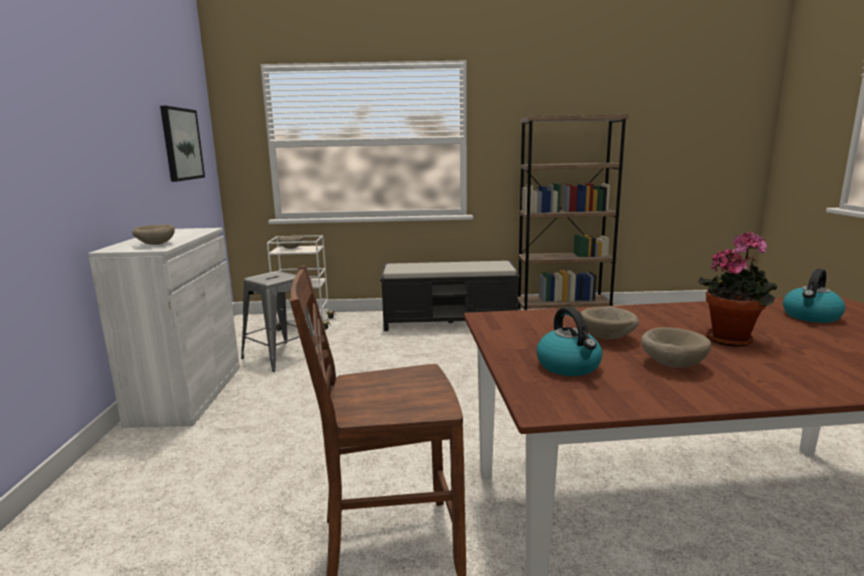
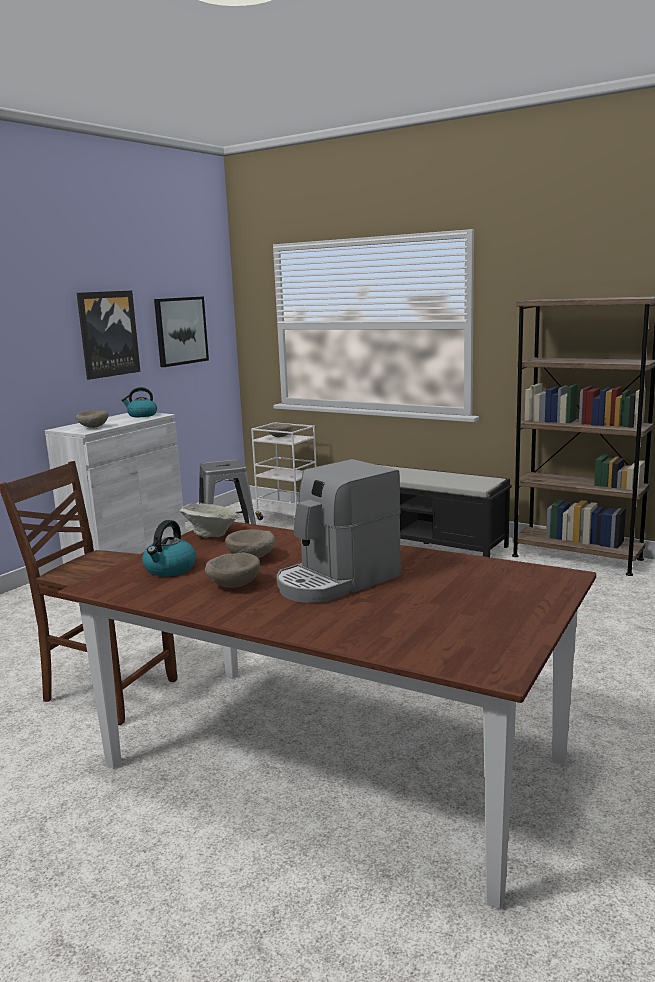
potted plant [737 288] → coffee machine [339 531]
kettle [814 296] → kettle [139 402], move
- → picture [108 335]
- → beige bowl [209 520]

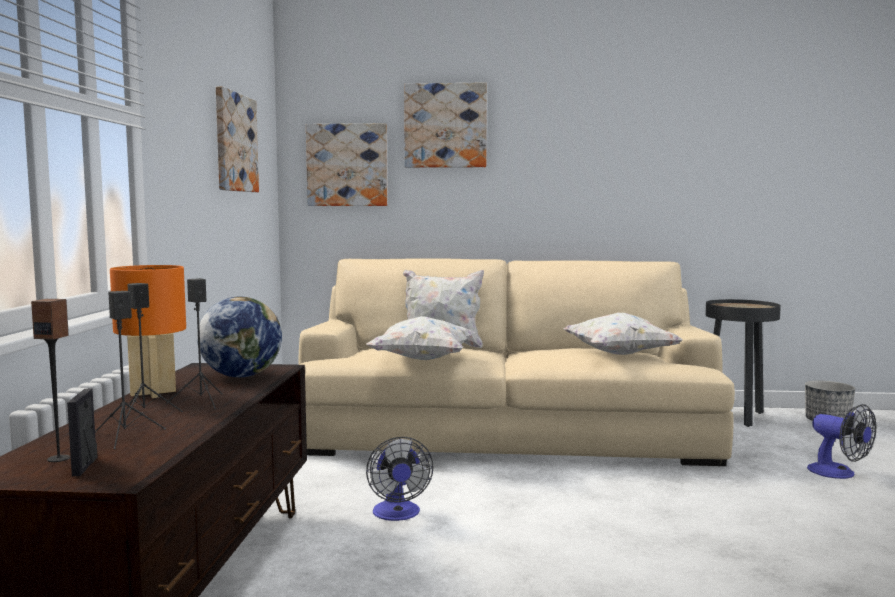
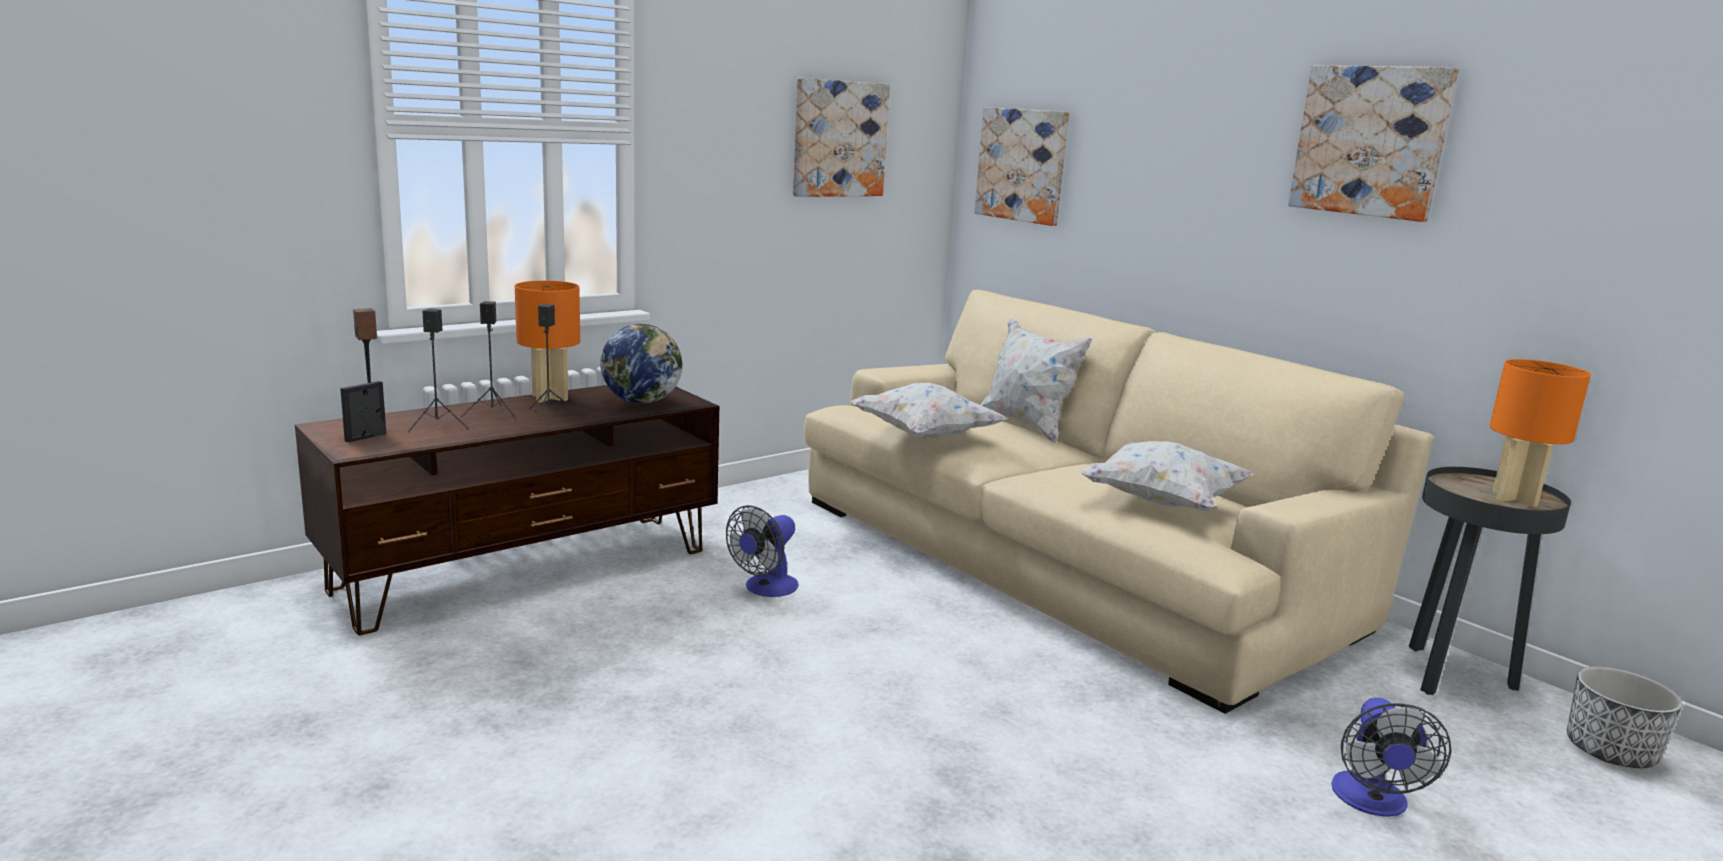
picture [445 125] → picture [1373 143], move
- → orange table lamp [1540 433]

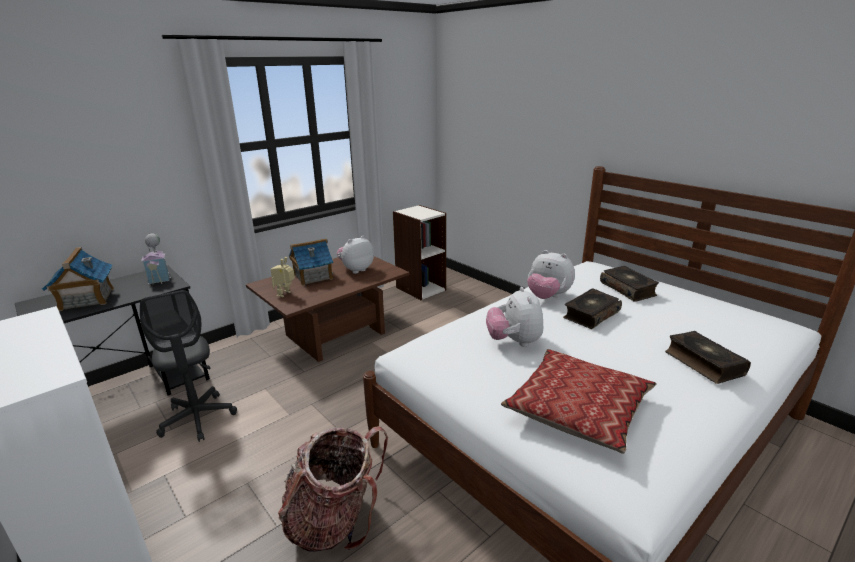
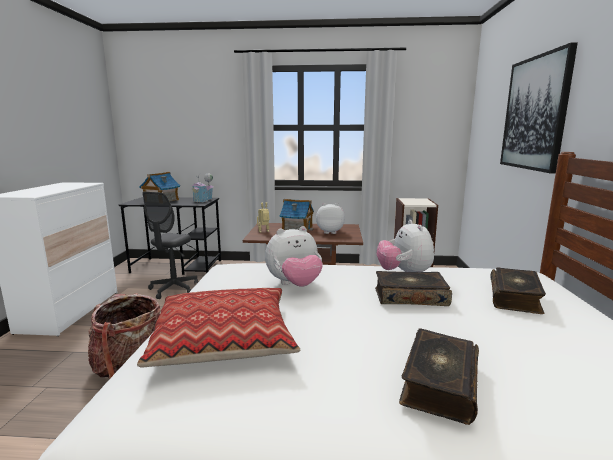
plush toy [514 317] → plush toy [294 256], 150 degrees counterclockwise
- → picture [539 108]

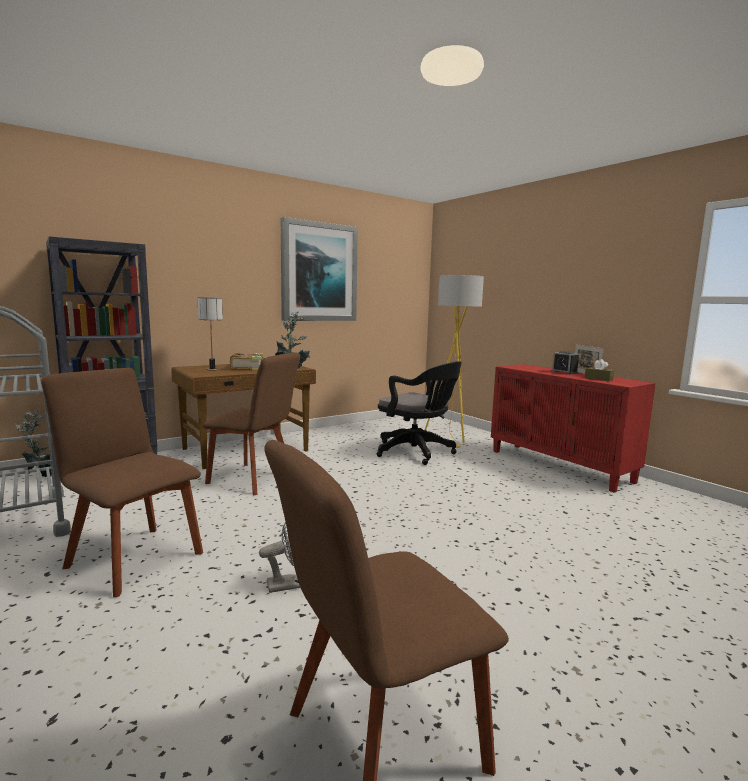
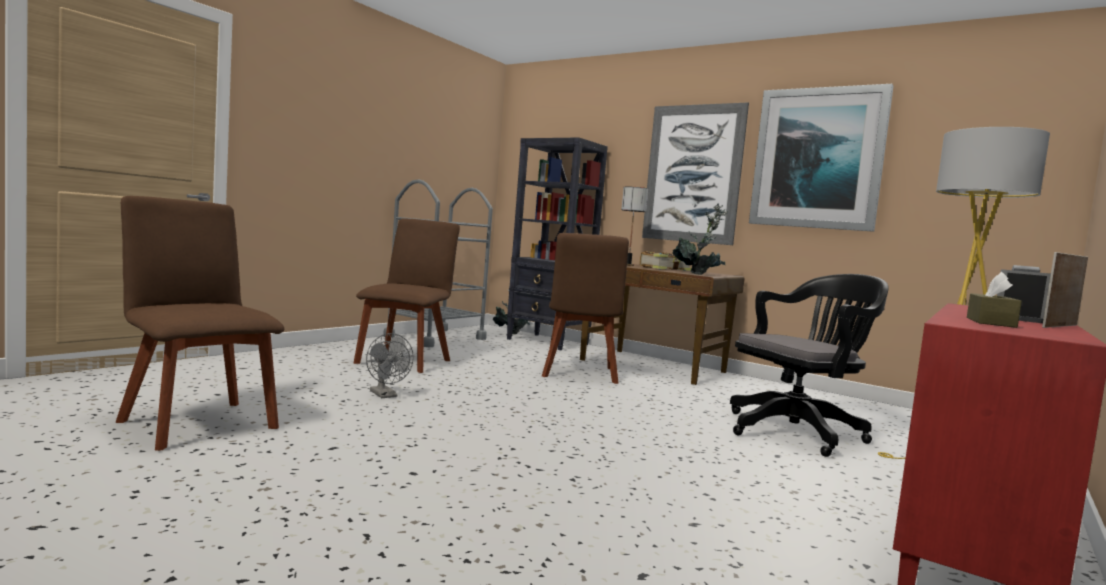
black office chair [419 413] → black office chair [809 365], 135 degrees counterclockwise
- → picture [695 174]

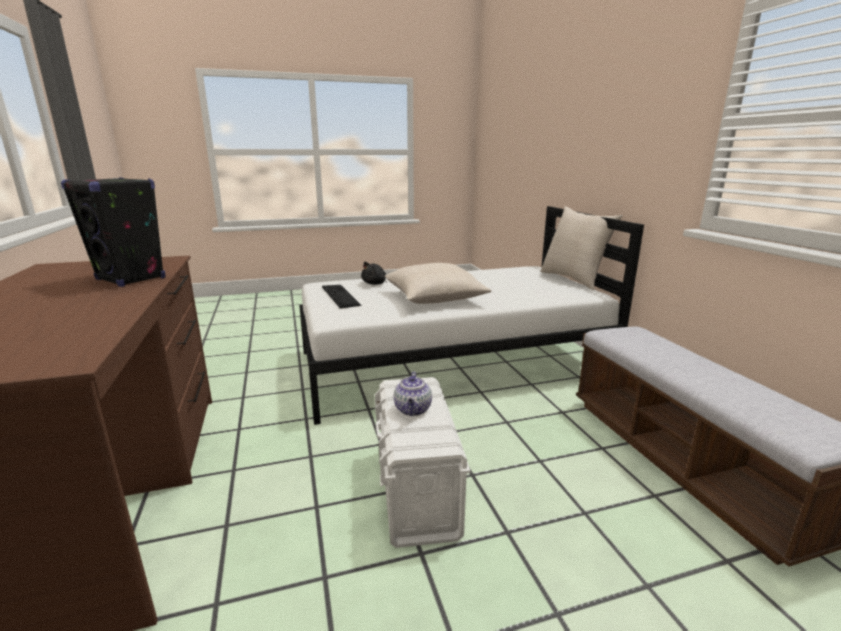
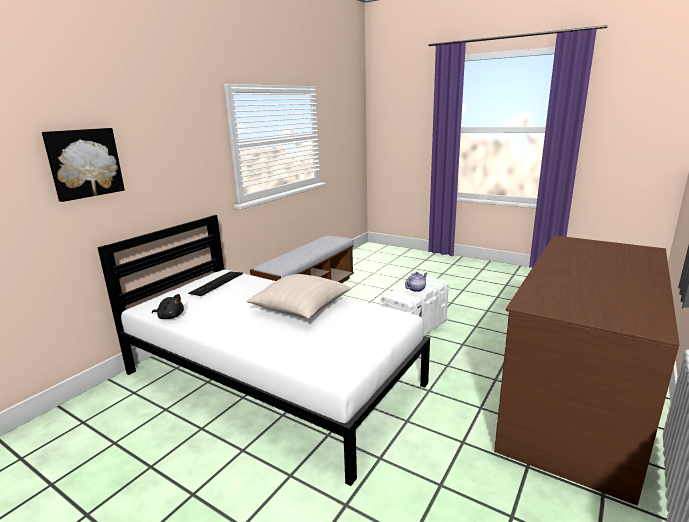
black speaker [113 232] → -
keyboard [342 296] → keyboard [215 283], move
black plush toy [374 273] → black plush toy [168 306], move
beige pillow [581 248] → -
- → picture [83 165]

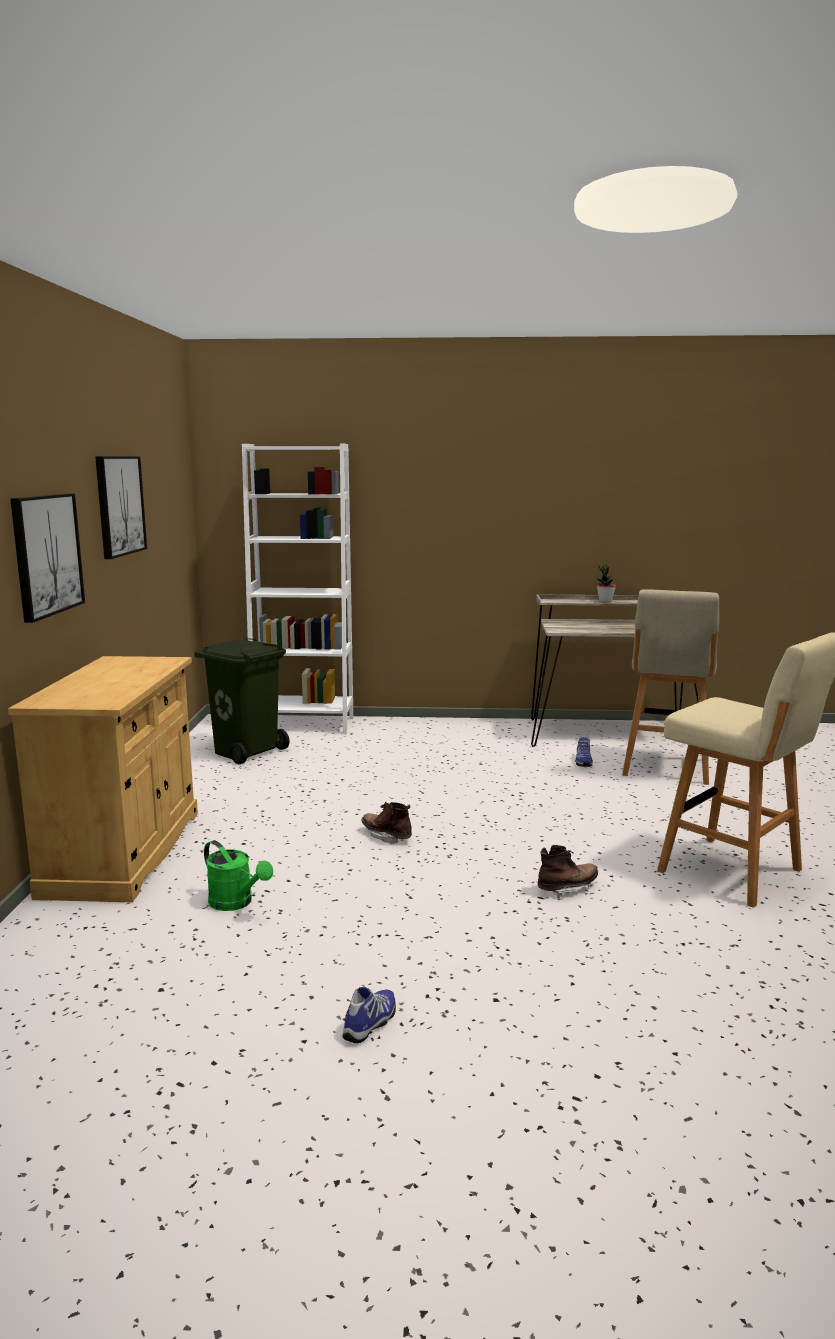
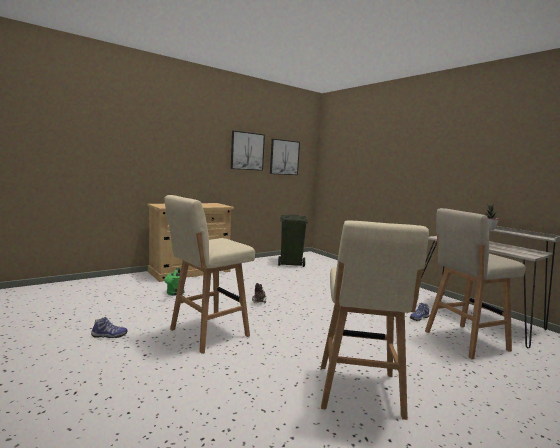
picture [47 558] → picture [285 157], move
white bookcase [297 589] → -
brown boot [568 872] → -
- → beige stool [210 274]

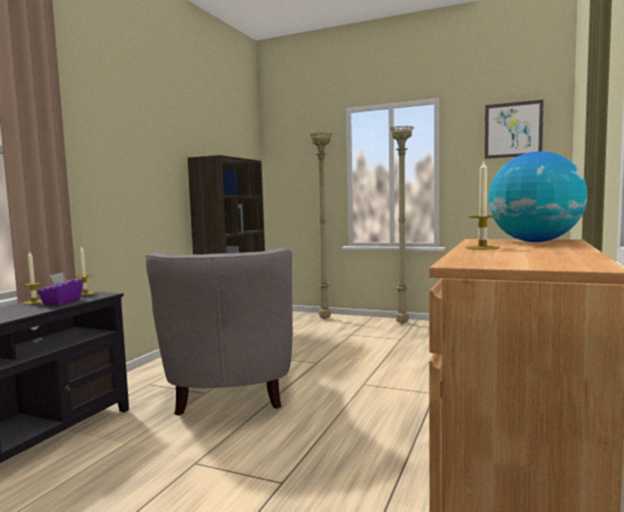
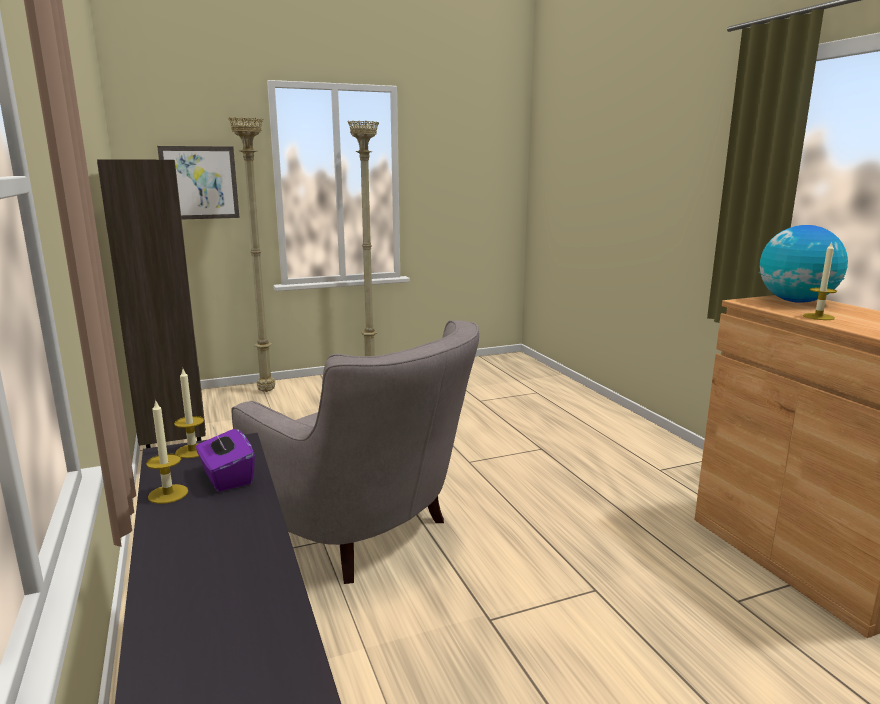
picture [514 129] → picture [198 182], move

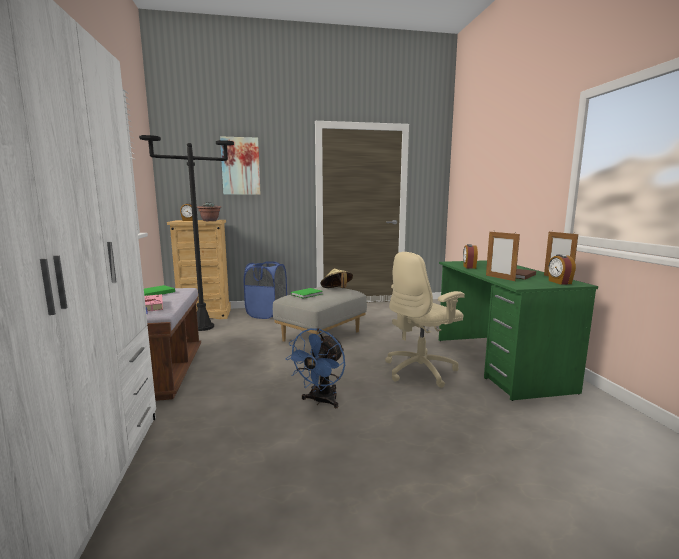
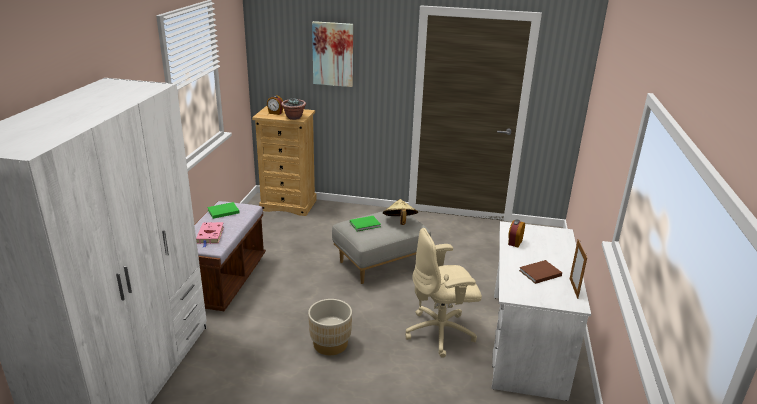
black floor lamp [186 233] → -
blue laundry basket [265 290] → -
blue fan [315 368] → beige planter [330 327]
green desk [518 330] → white desk [541 311]
picture frame [503 256] → -
alarm clock [562 269] → -

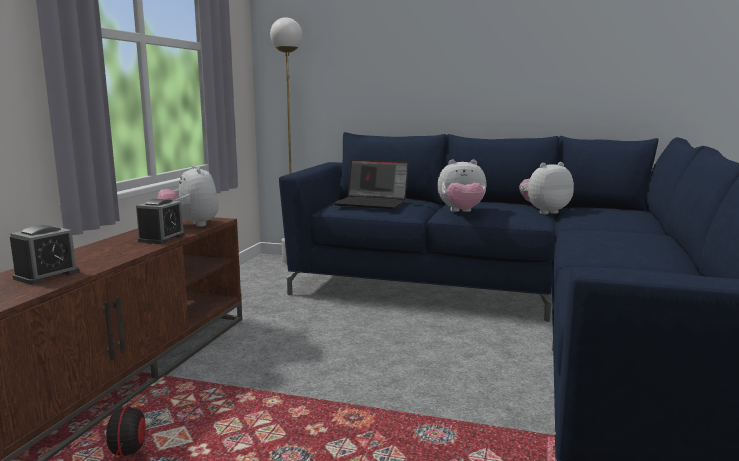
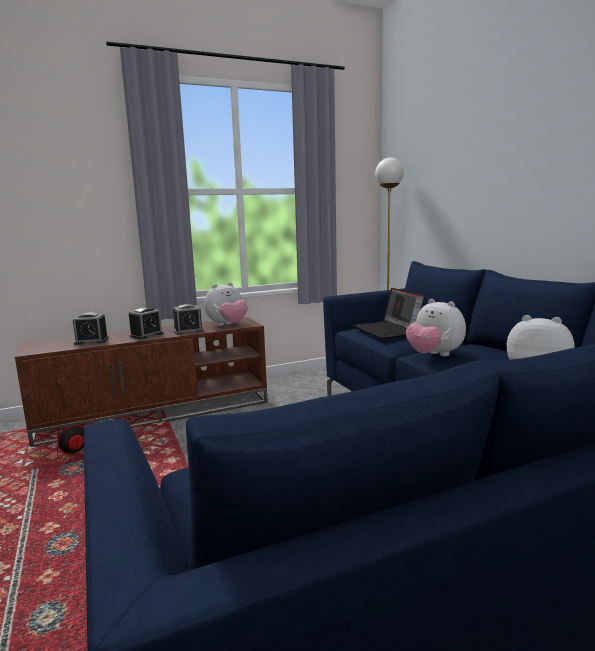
plush toy [188 196] → plush toy [226 304], 150 degrees counterclockwise
- → alarm clock [146 323]

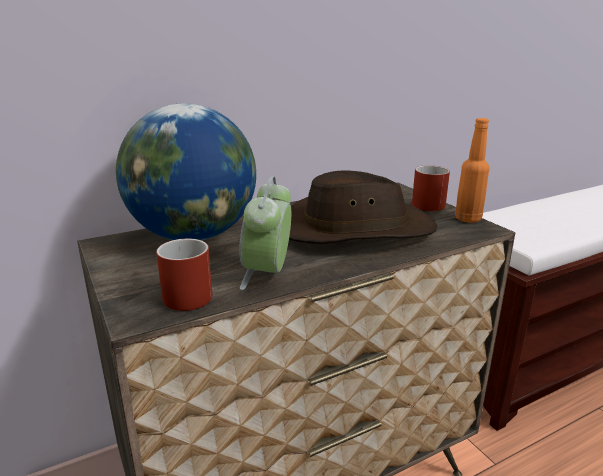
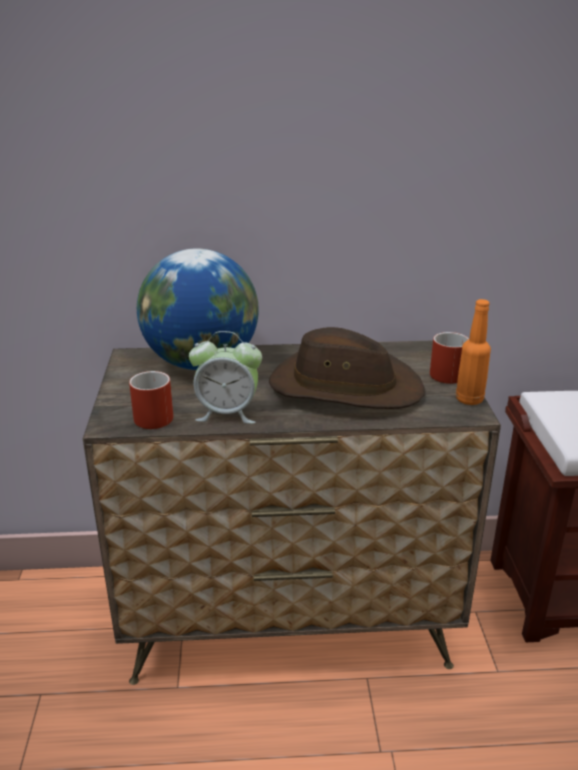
alarm clock [265 233] → alarm clock [225 377], 120 degrees counterclockwise

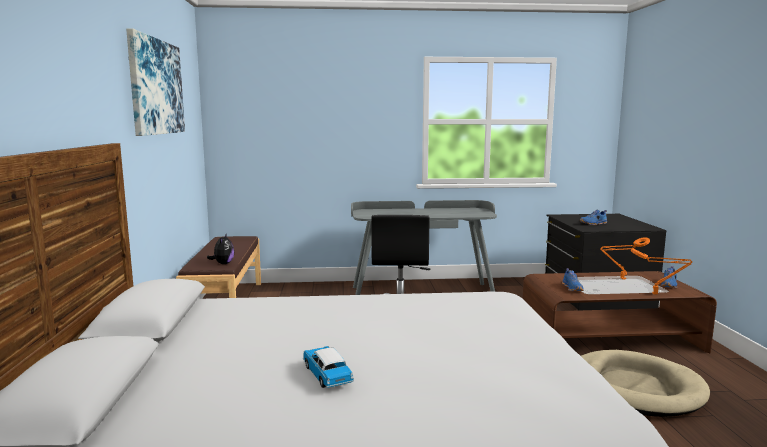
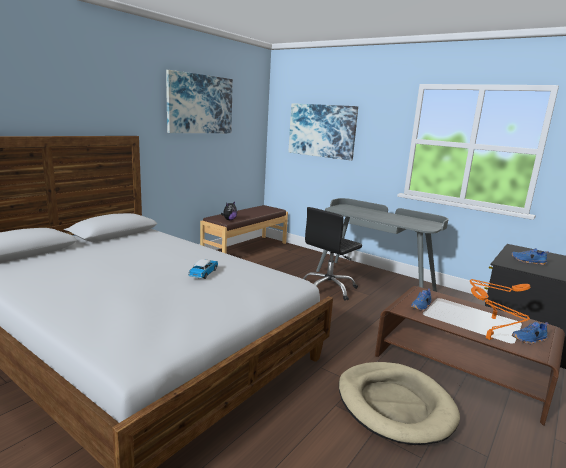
toy car [328 367] → toy car [203 269], move
- → picture [323 131]

